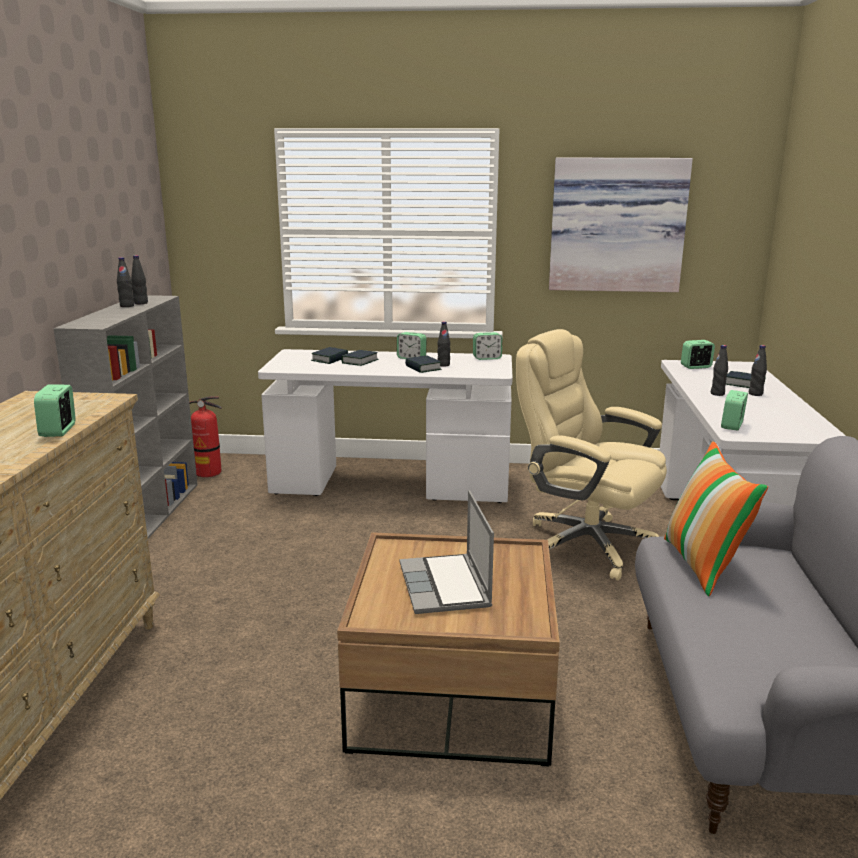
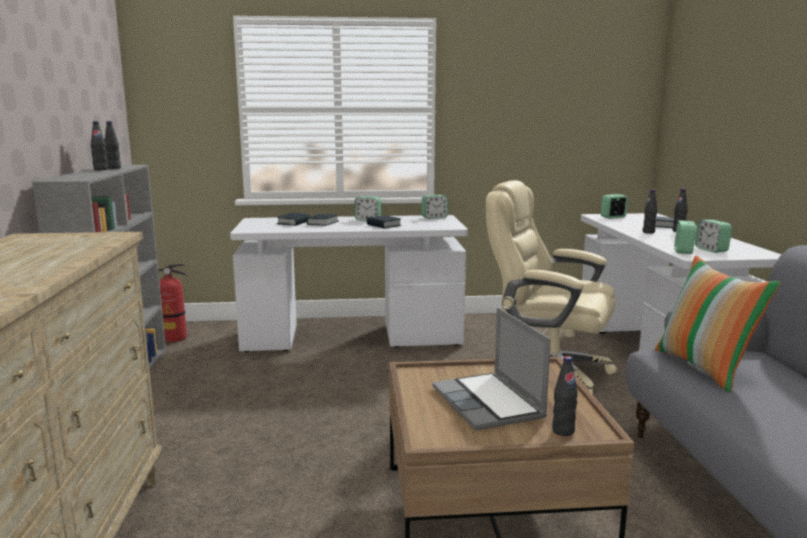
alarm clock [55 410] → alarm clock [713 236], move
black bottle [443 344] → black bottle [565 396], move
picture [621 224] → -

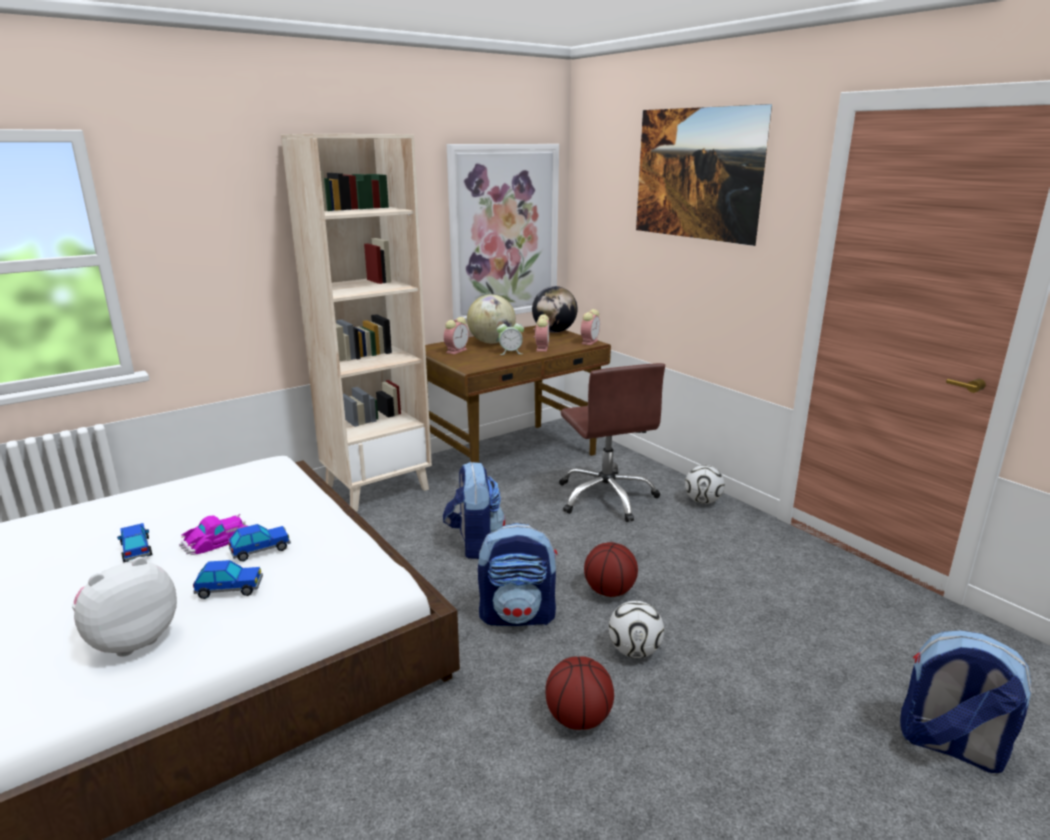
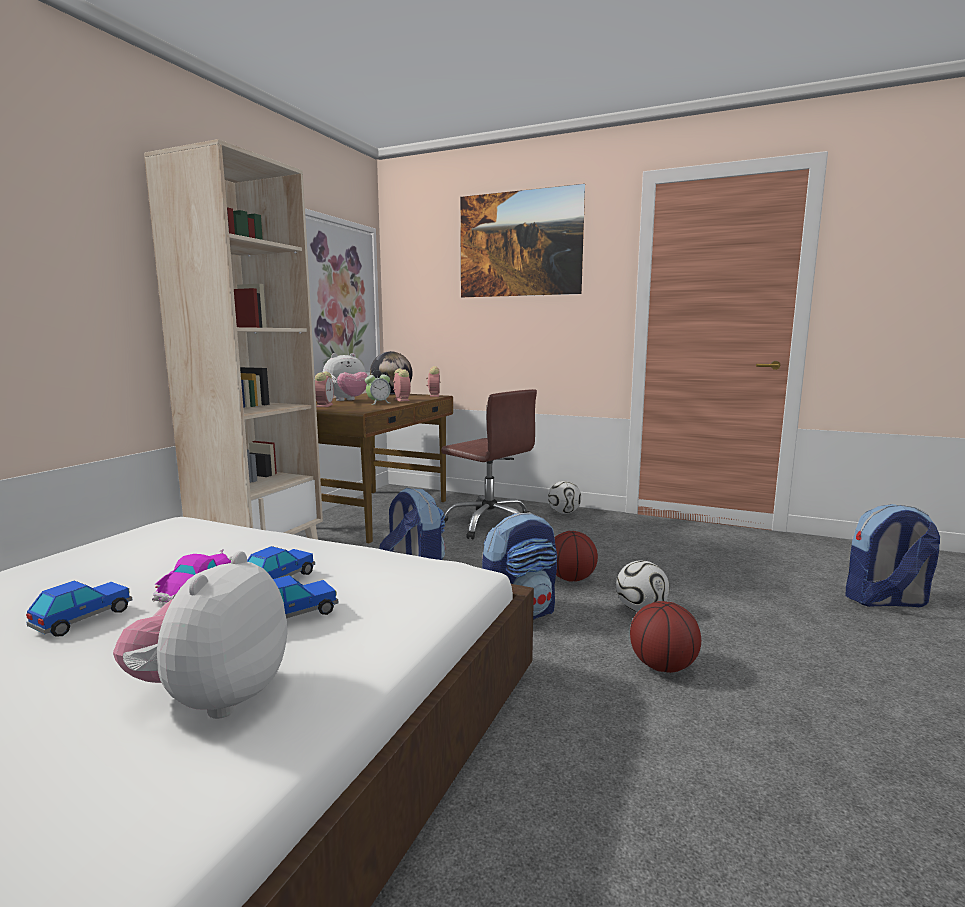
toy car [134 542] → toy car [79 609], 90 degrees clockwise
globe [491 318] → plush toy [345 377]

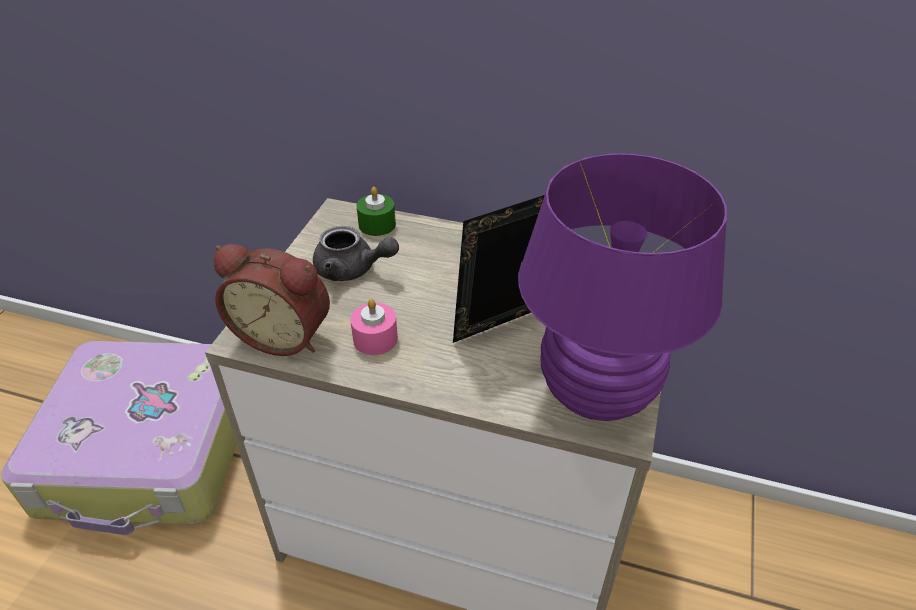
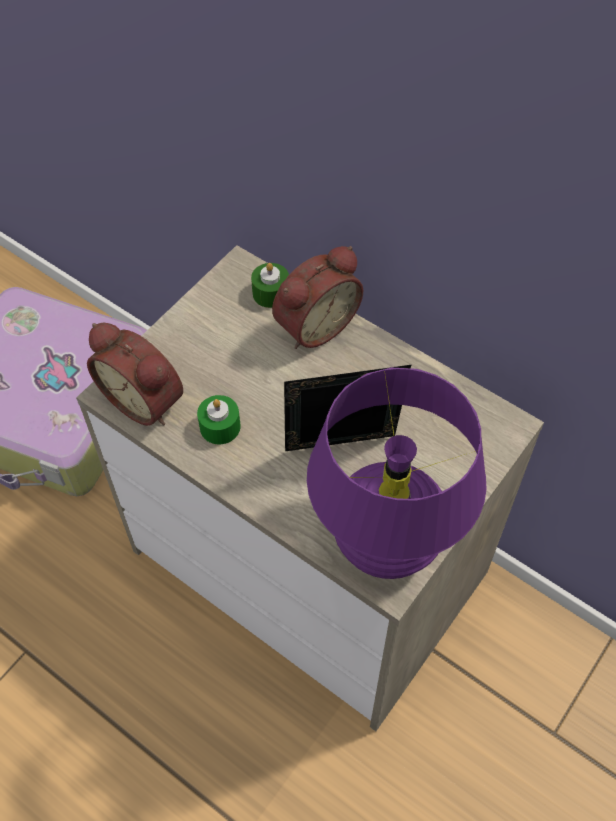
grey teapot [356 253] → -
pink candle [374 327] → green candle [219 419]
- → alarm clock [317 297]

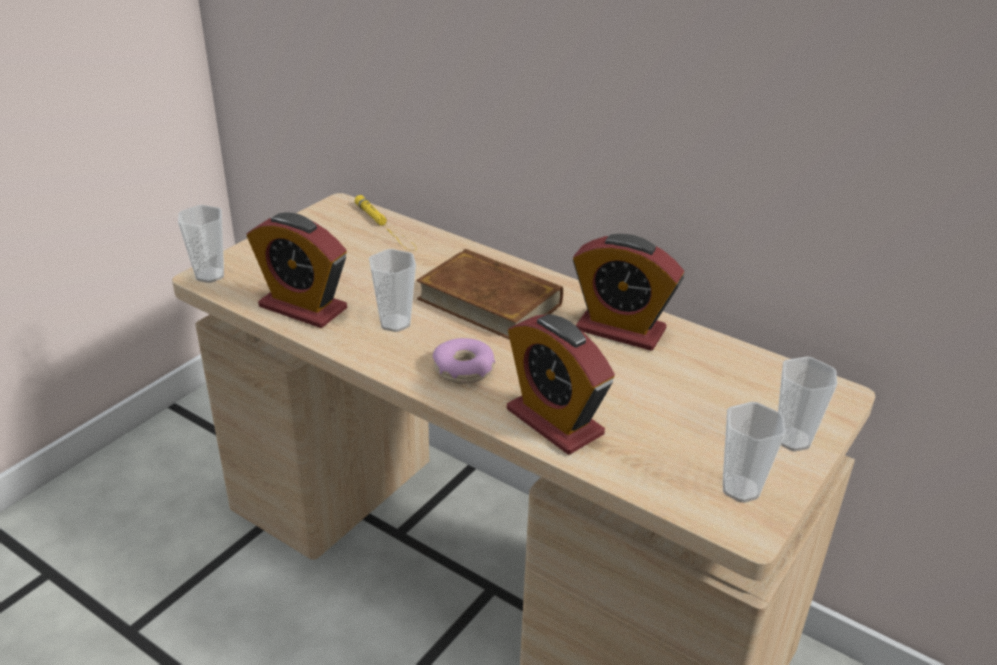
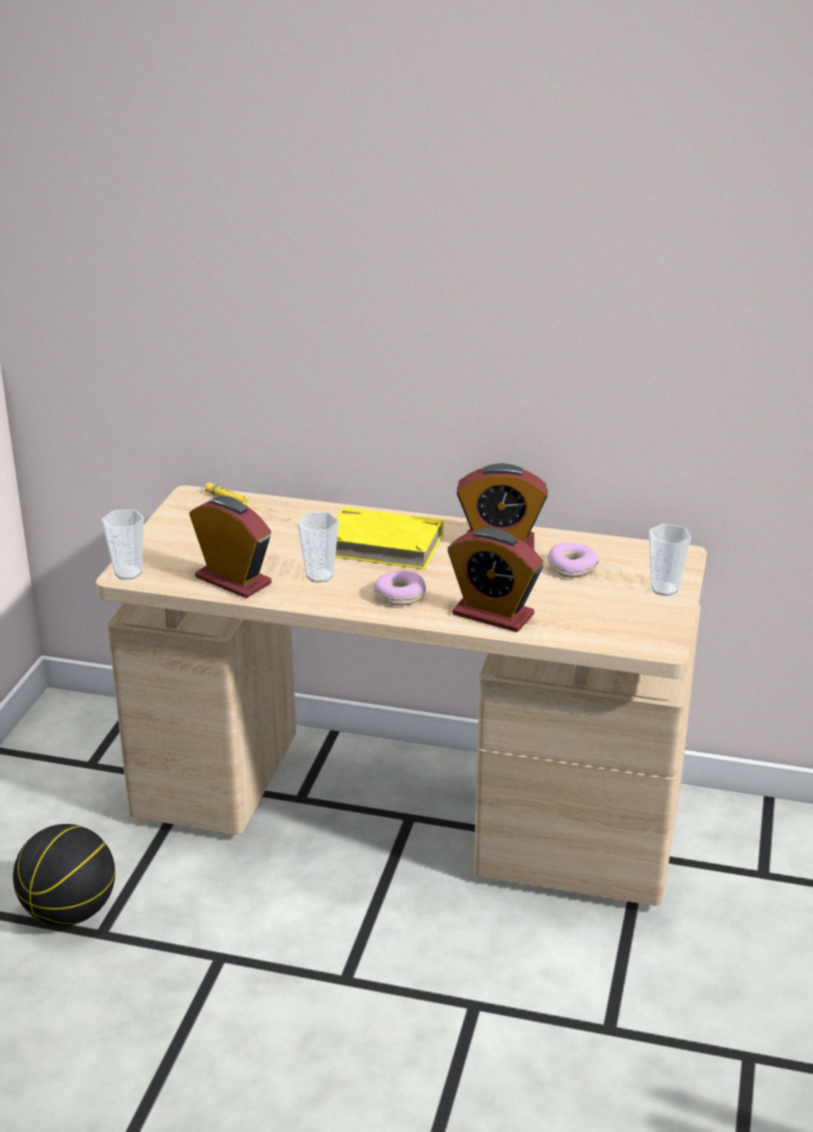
alarm clock [296 270] → alarm clock [230 547], 150 degrees counterclockwise
brown book [489 294] → yellow book [389 538]
cup [754 452] → -
- → basketball [64 875]
- → donut [573 560]

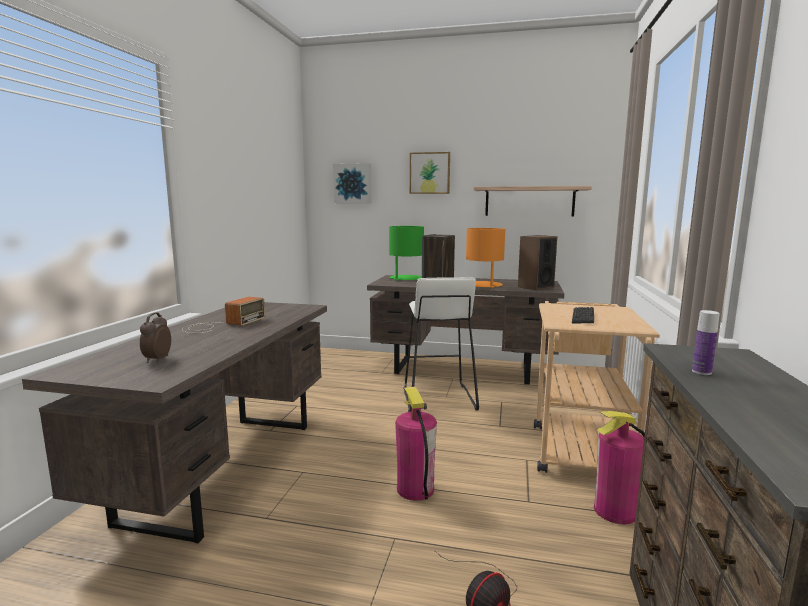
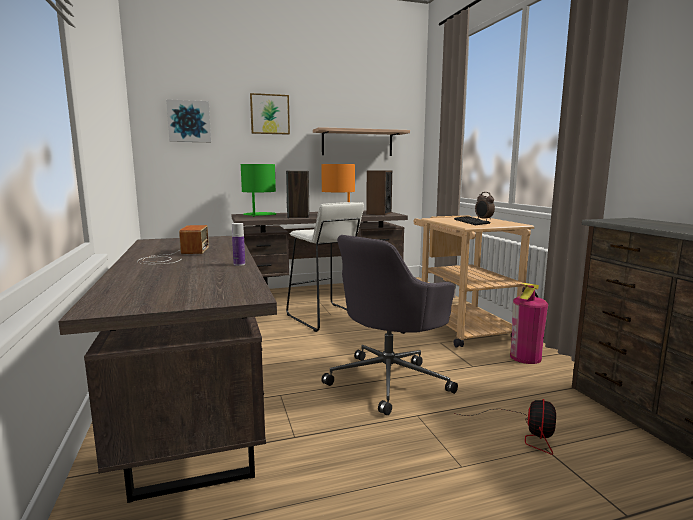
alarm clock [155 337] → alarm clock [485 206], move
fire extinguisher [416 444] → grey office chair [389 325]
bottle [706 342] → bottle [238 244], move

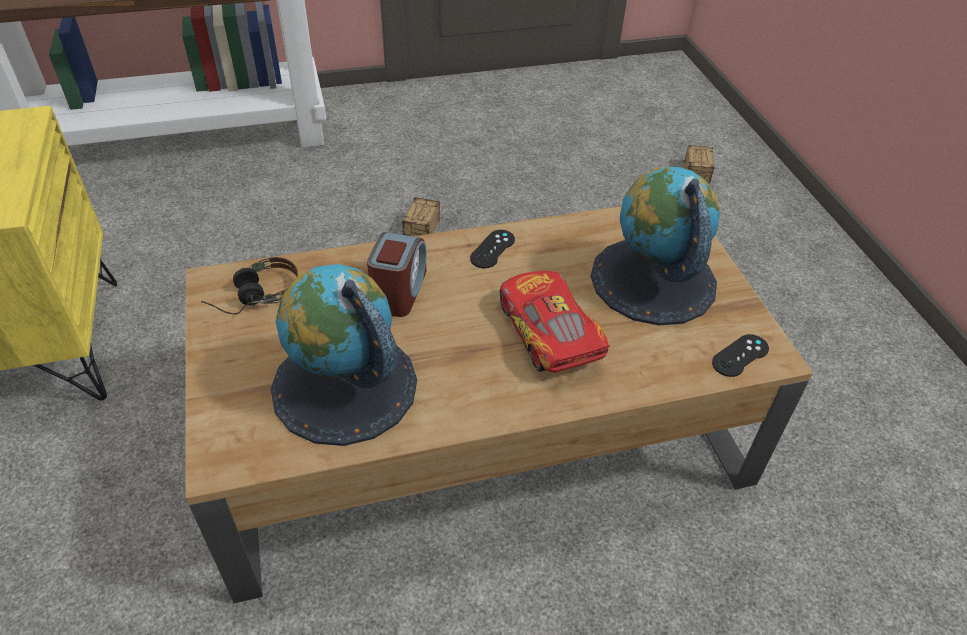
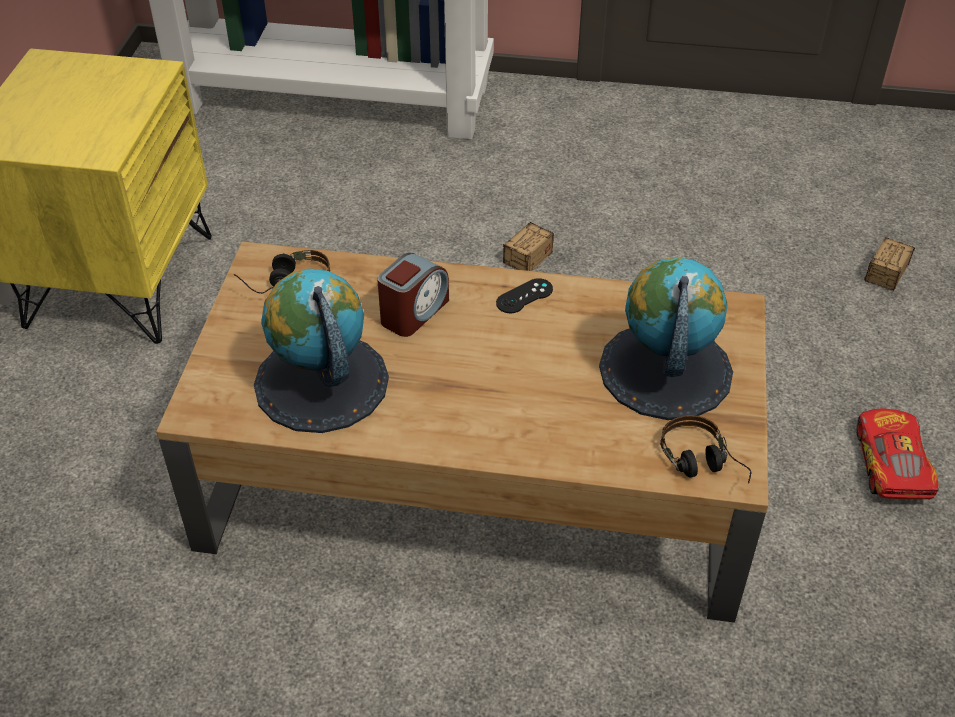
toy car [555 322] → toy car [897 454], move
black game controller [740 355] → headphones [705 449]

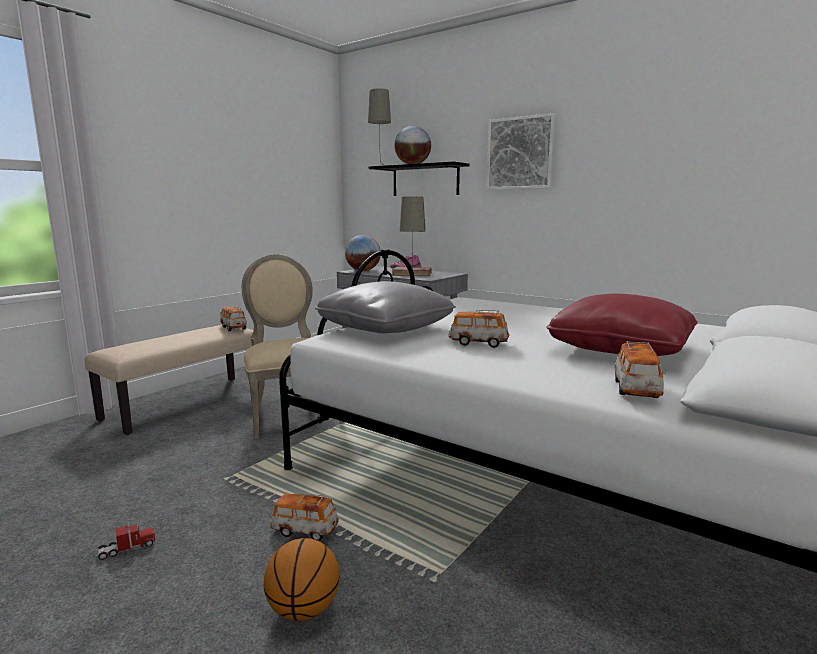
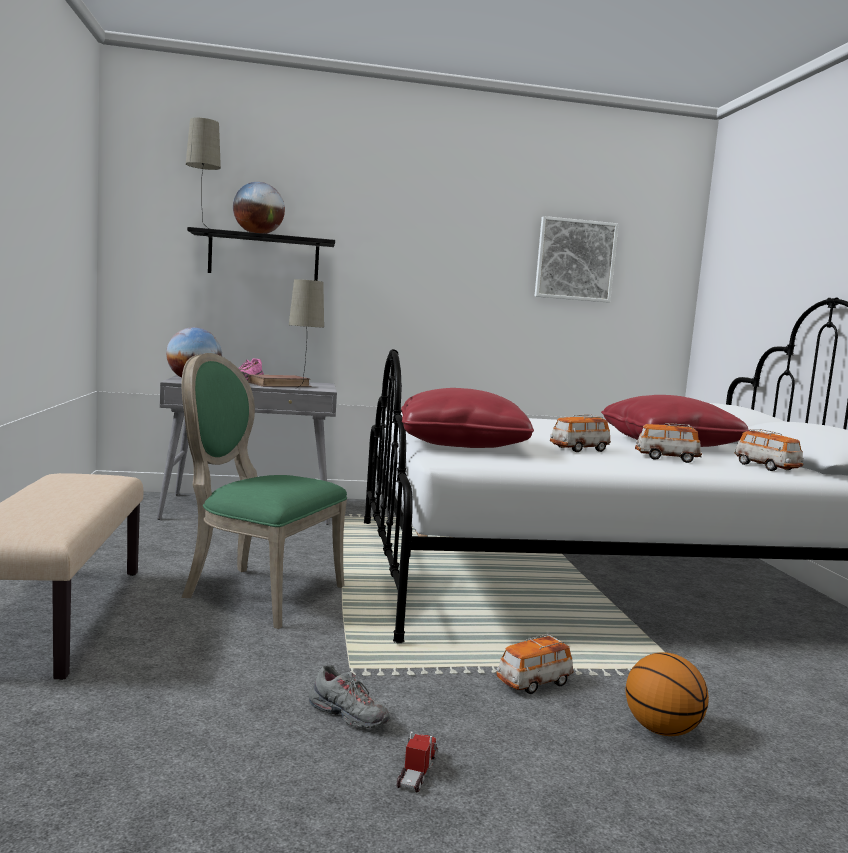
toy car [233 319] → toy car [668 443], move
beige chair [293 346] → green chair [264 491]
grey pillow [385 307] → red pillow [467 418]
picture [521 151] → picture [576 259], move
- → grey shoe [349 696]

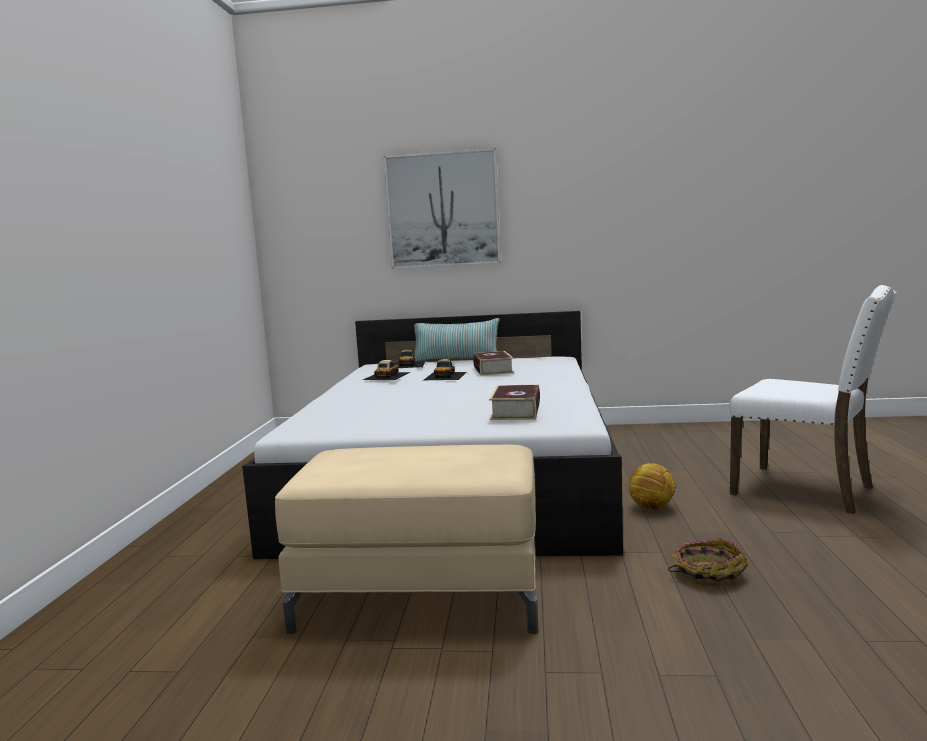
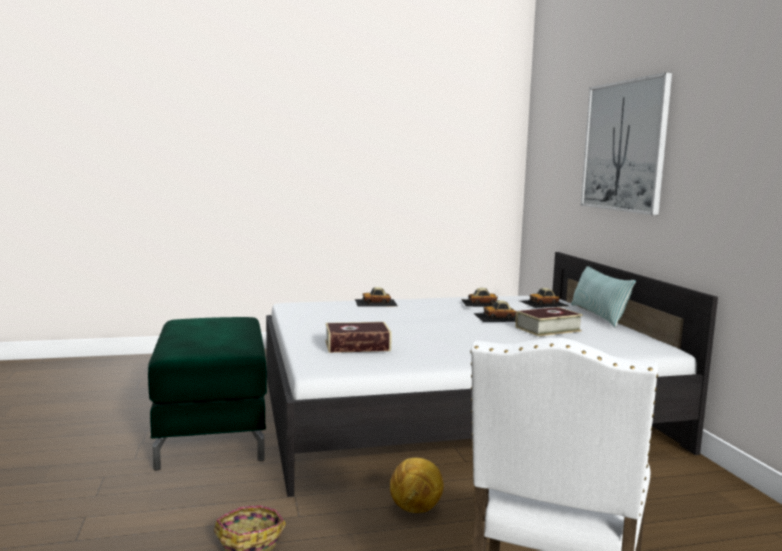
beige ottoman [407 539] → green ottoman [207 394]
- → toy car [376 297]

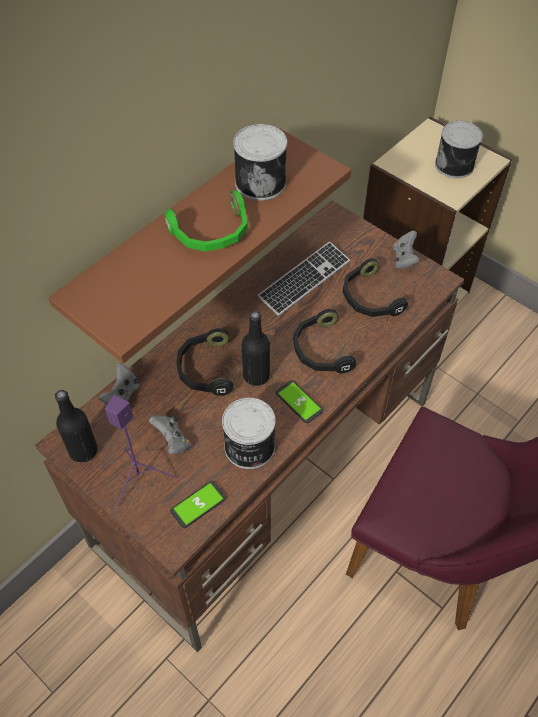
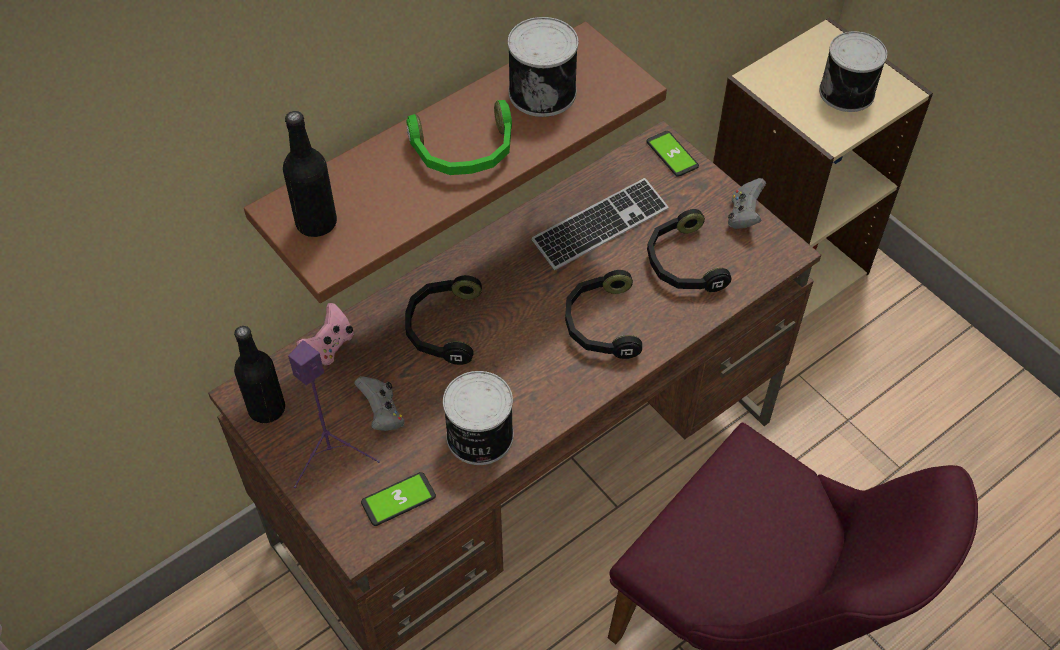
grey game controller [118 383] → pink game controller [325 334]
black bottle [256 348] → black bottle [310 174], move
phone [299 401] → phone [672 154], move

